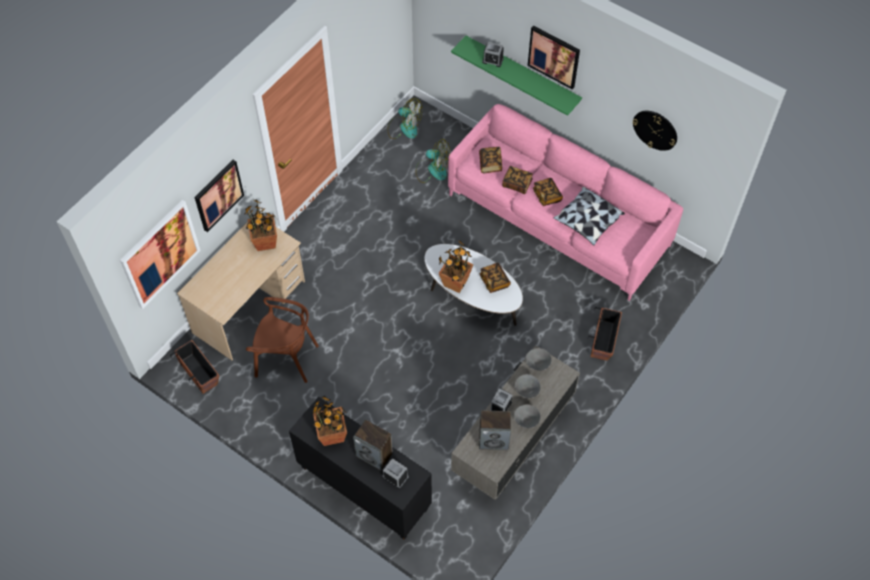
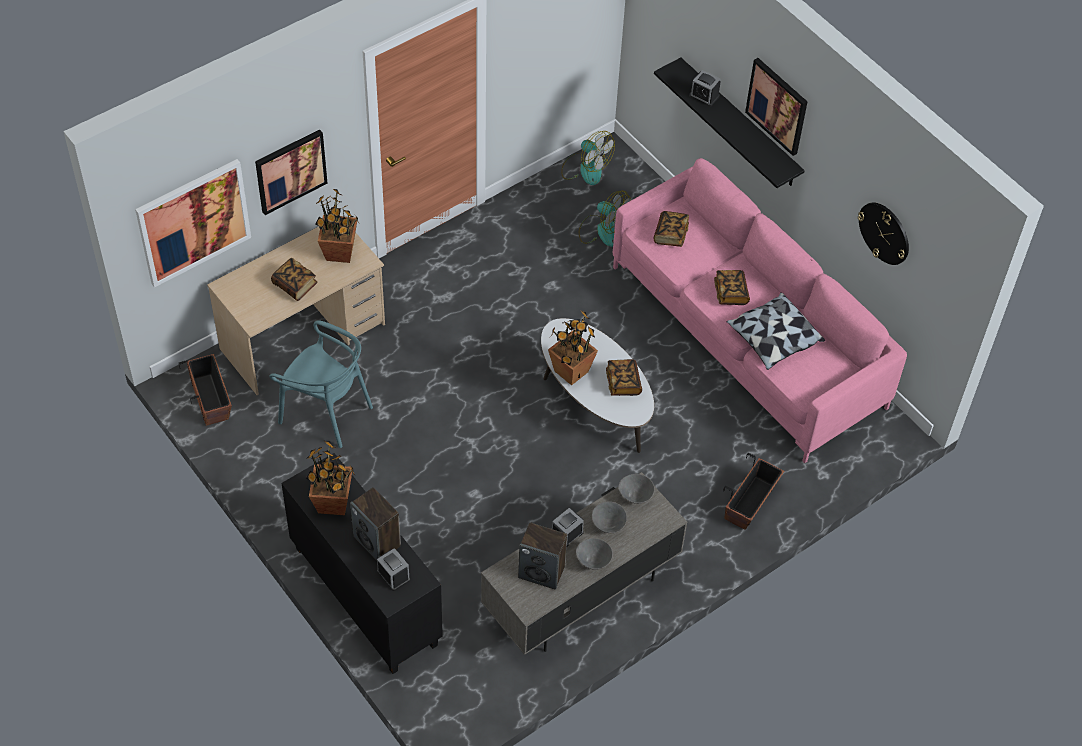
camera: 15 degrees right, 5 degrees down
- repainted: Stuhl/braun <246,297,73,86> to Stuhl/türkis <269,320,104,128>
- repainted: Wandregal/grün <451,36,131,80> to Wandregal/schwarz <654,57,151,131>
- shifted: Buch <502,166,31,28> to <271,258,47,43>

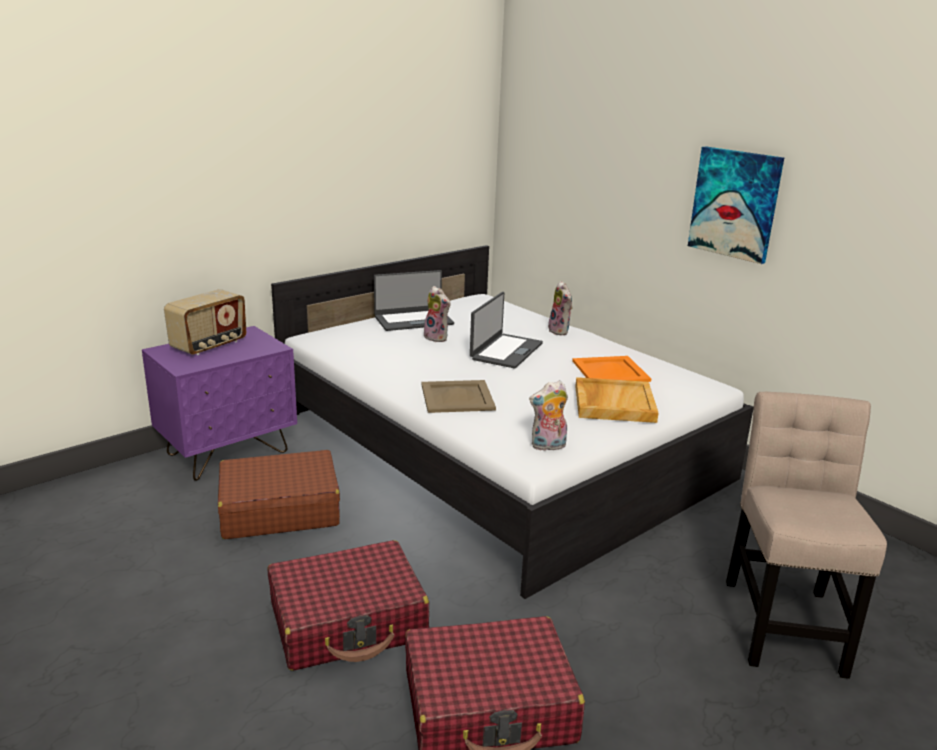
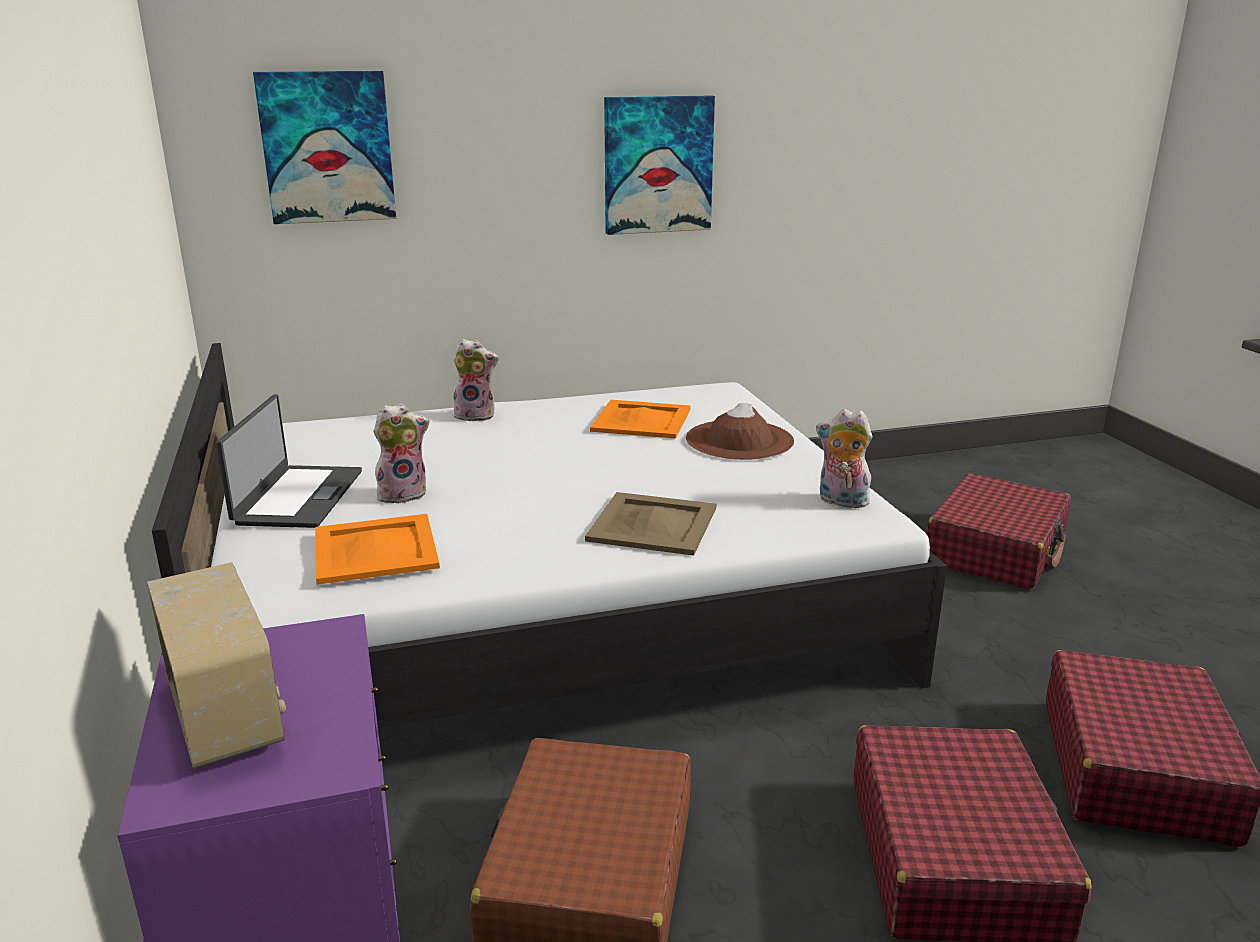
camera: 65 degrees left, 0 degrees up
- gone: Laptop <470,292,73,76>
- rotated: Plüschtier <529,380,39,71> = <816,409,56,99> 105 degrees clockwise
- swapped: Tablett/beige <575,377,84,46> to Hut/braun <686,403,108,57>
- swapped: Stuhl/beige <726,392,161,287> to Koffer/rot <927,473,144,117>
- new: Bild <253,71,143,153>
- new: Tablett/orange <315,514,125,71>

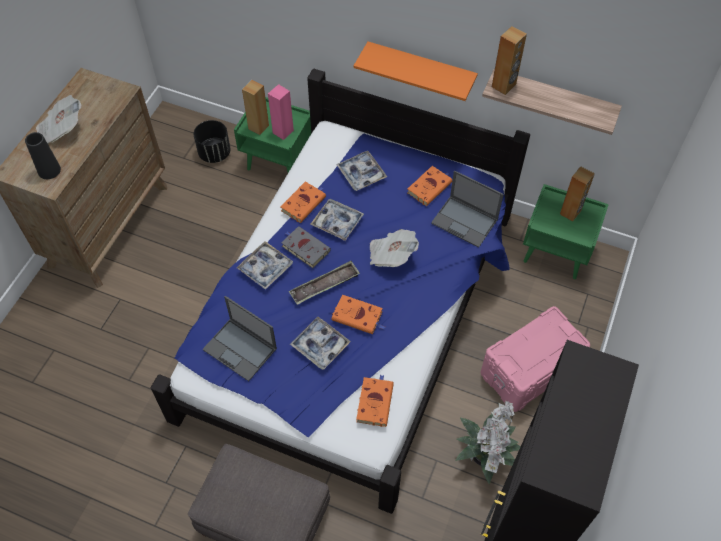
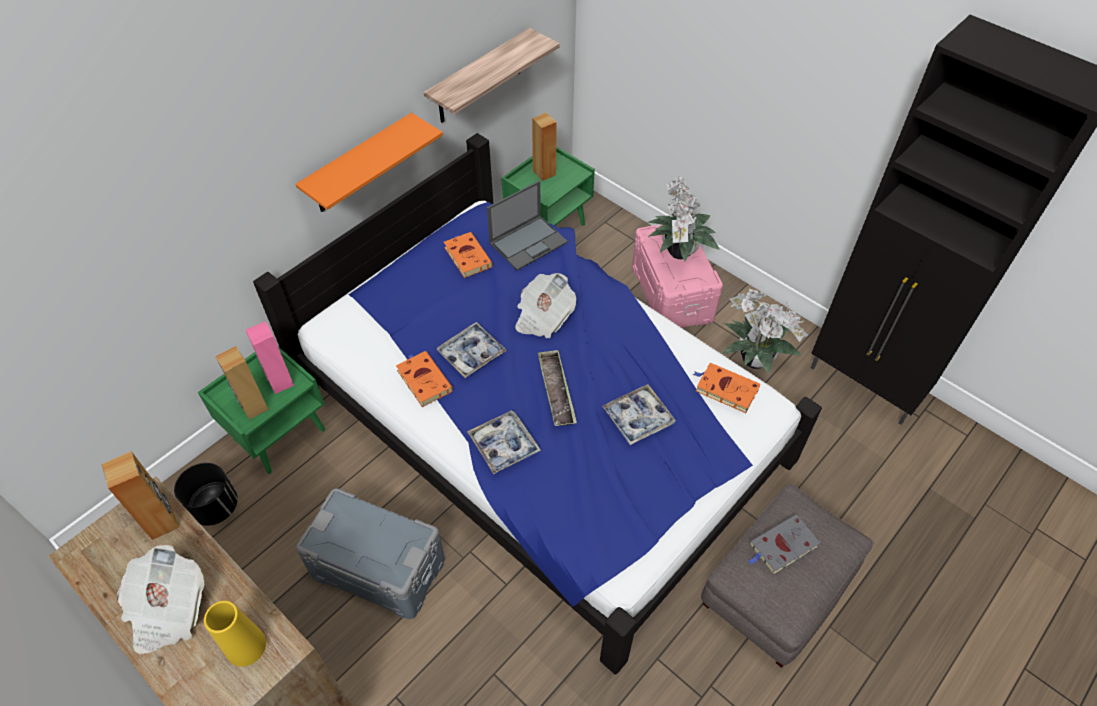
camera: 70 degrees left, 5 degrees down
- repainted: Vase/schwarz <25,132,36,47> to Vase/gelb <204,601,62,66>
- gone: Laptop <203,296,74,85>
- shifted: Buch/grau <281,226,50,42> to <748,514,73,61>
- gone: Buch/orange <331,295,54,39>
- gone: Tablett <336,151,51,40>
- shifted: Lautsprecher/braun <492,26,35,69> to <101,451,78,89>
- new: Aufbewahrungsbox/grau <296,488,149,131>
- new: Topfpflanze <647,176,73,86>

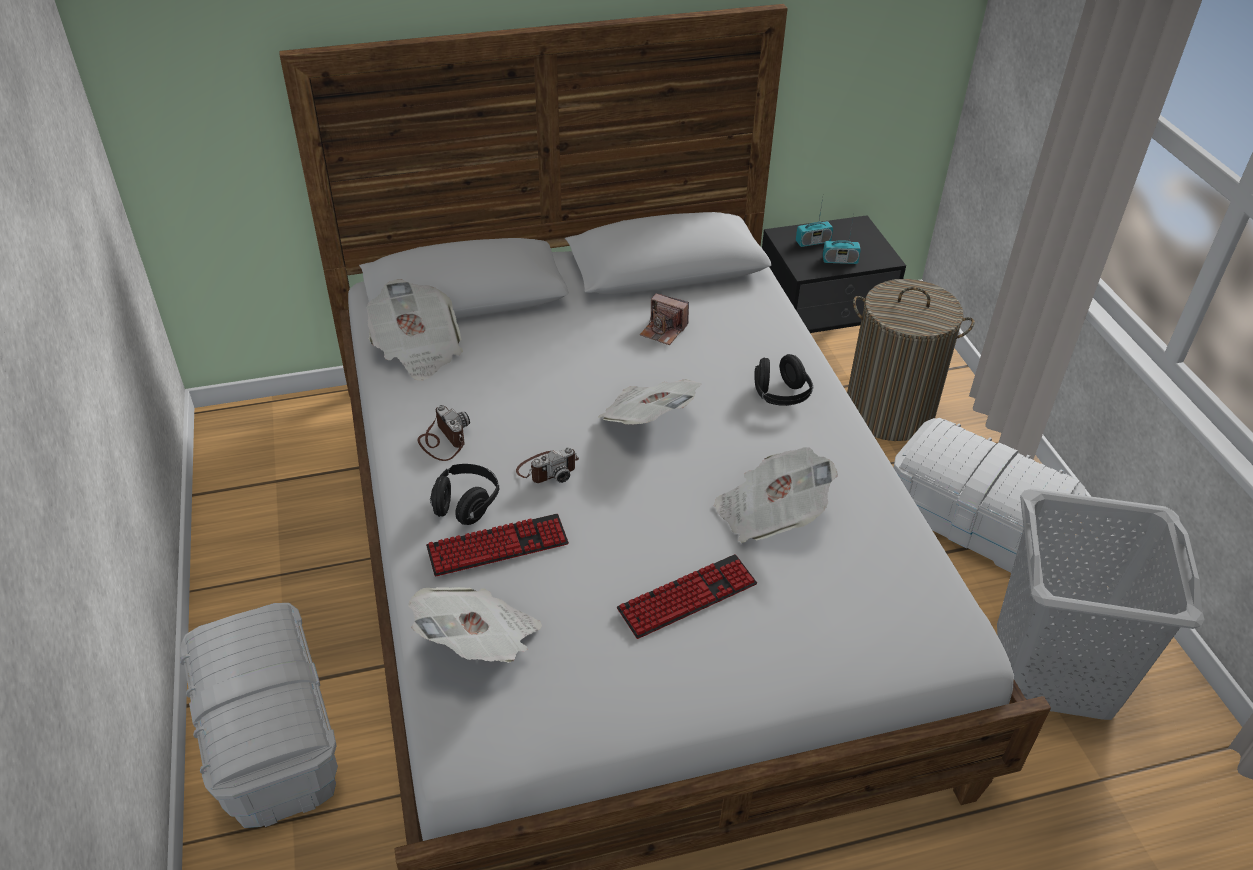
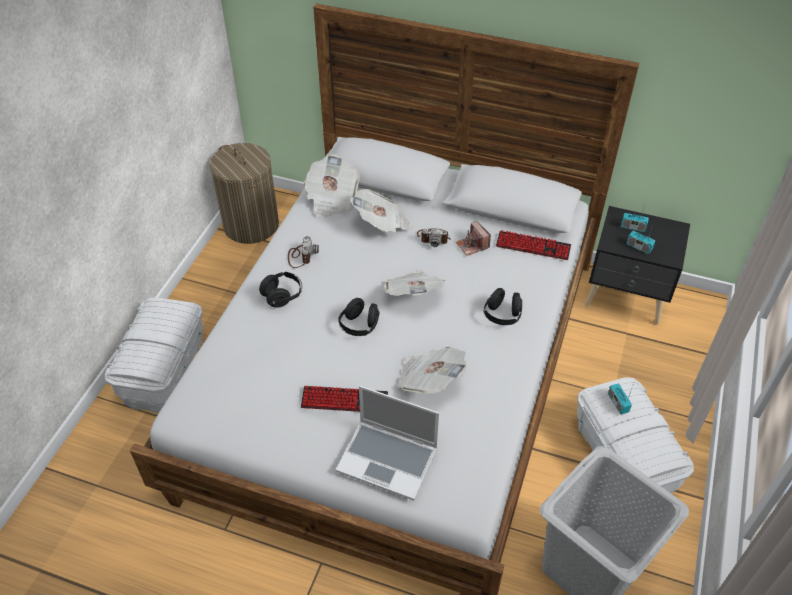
camera: 35 degrees right, 5 degrees up
- shifted: Zeitung <408,587,134,76> to <350,189,63,43>
- shifted: Tastatur <426,514,143,62> to <496,230,75,30>
- shifted: Kamera <516,447,63,36> to <417,228,34,19>
- shifted: Wäschekorb <847,279,127,162> to <210,143,69,101>
- new: Laptop <336,386,103,114>
- new: Kopfhörer/schwarz <338,298,42,38>
- new: Radio <608,383,26,32>

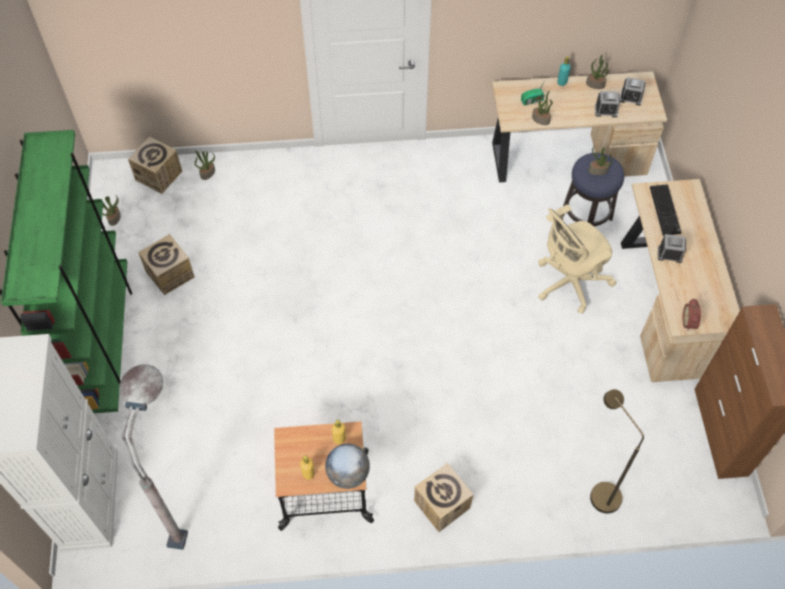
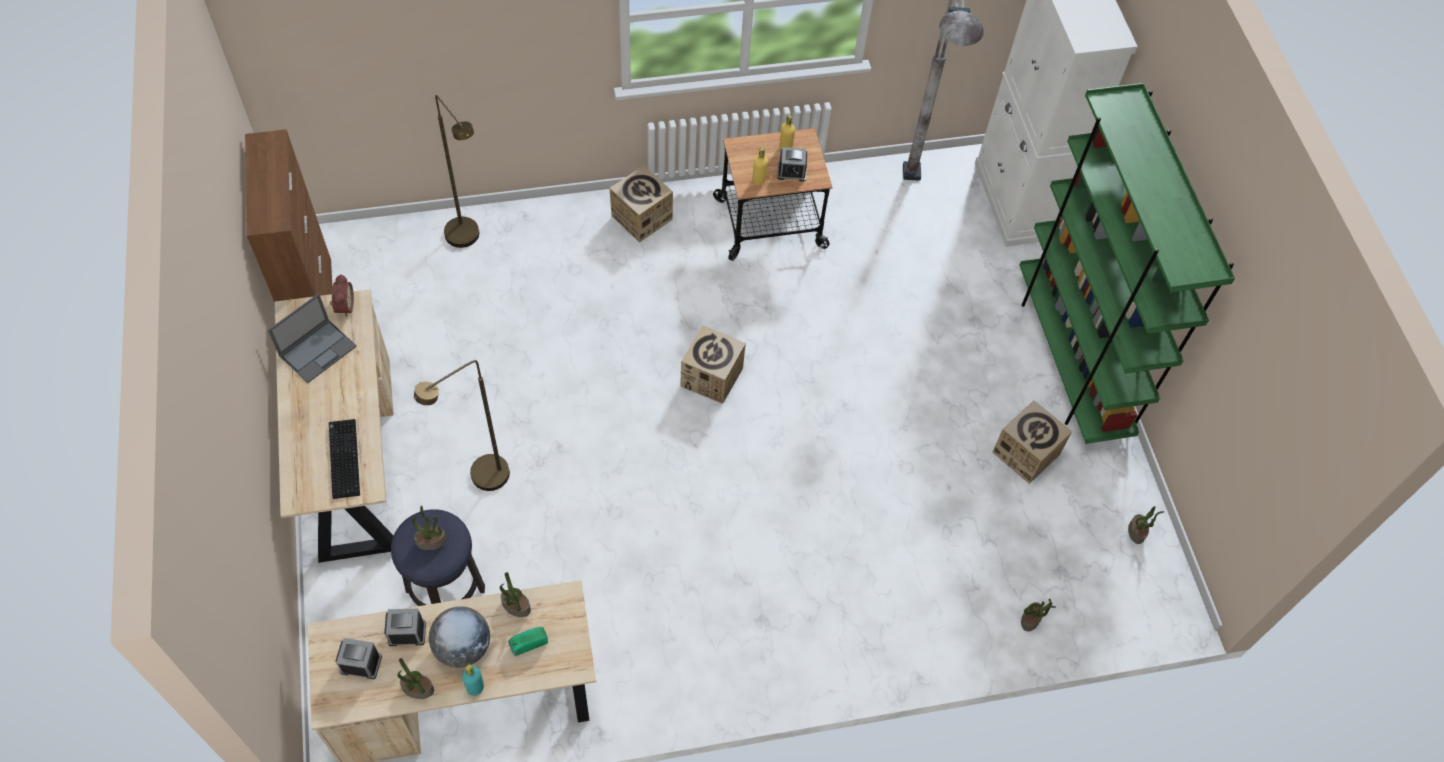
camera: 170 degrees right, 0 degrees up
- shifted: Karton <128,136,54,58> to <680,325,66,79>
- shifted: Globus <325,444,45,45> to <429,606,61,62>
- swapped: Bürostuhl/beige <538,204,78,110> to Stehlampe/braun <414,360,96,131>
- shifted: Wecker <658,234,28,29> to <777,147,30,35>
- new: Laptop <268,293,89,90>

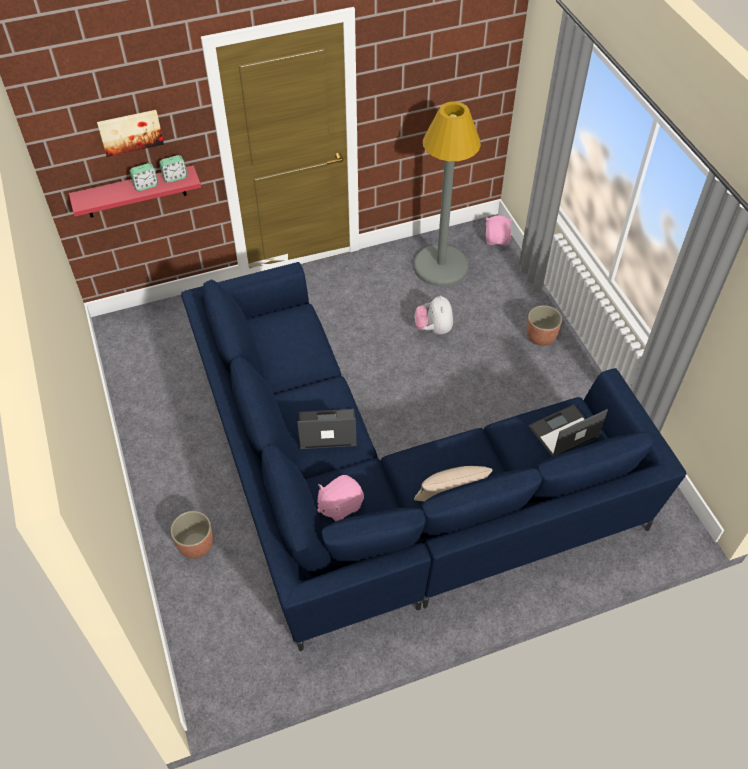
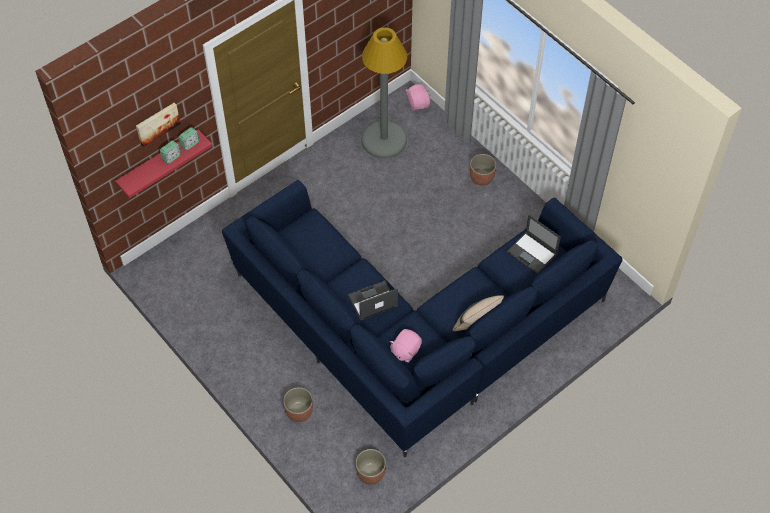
camera: 20 degrees left, 5 degrees up
- gone: Plüschtier <415,296,38,38>
- rotated: Laptop <528,404,80,53> = <507,215,54,59> 90 degrees counterclockwise
- new: Pflanzkübel <355,449,31,36>

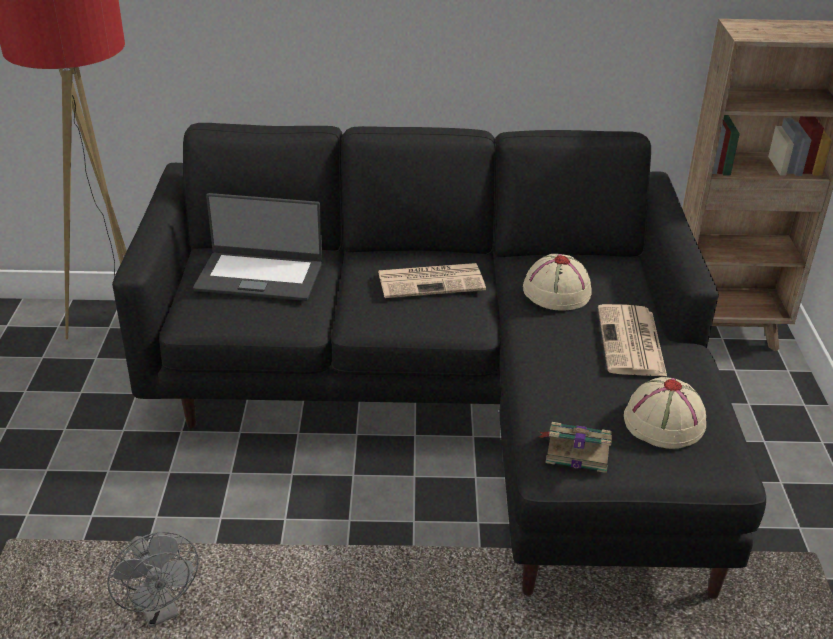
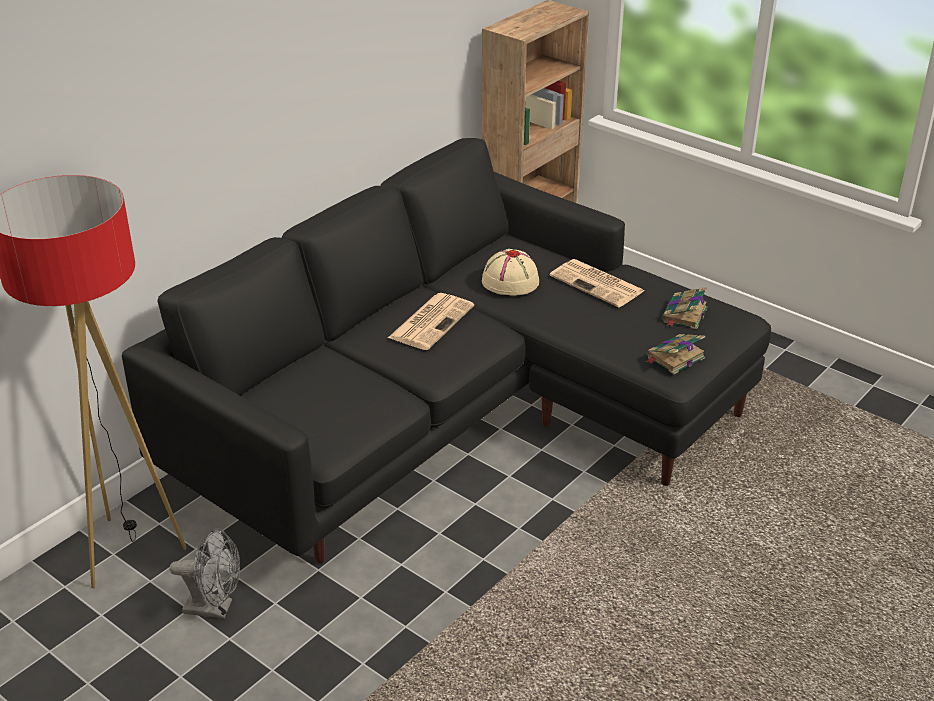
camera: 50 degrees left, 0 degrees up
- shifted: Ventilator/grau <107,532,91,95> to <170,528,70,91>
- gone: Laptop <193,193,129,108>
- swapped: Hut/beige <624,377,82,72> to Buch <662,287,46,43>

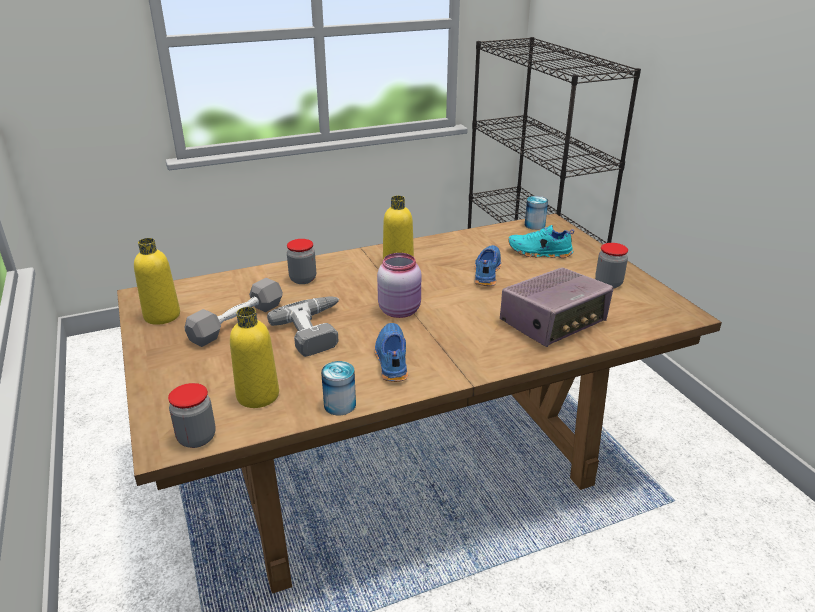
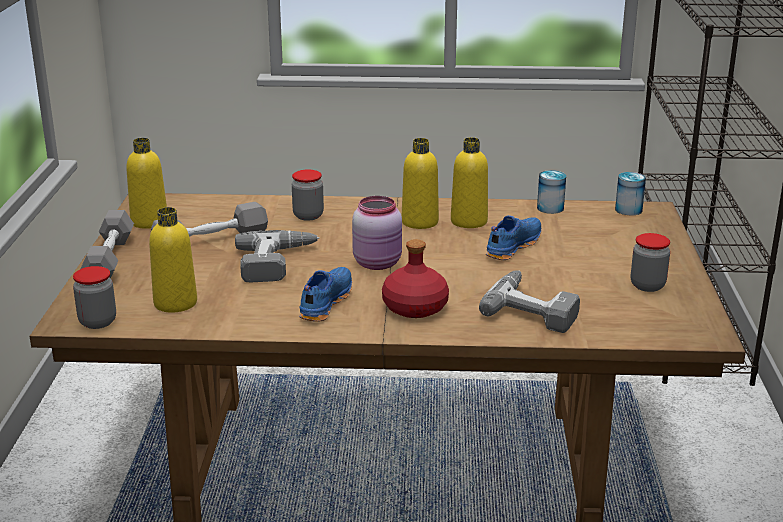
camera: 25 degrees right, 5 degrees down
- shifted: Dose <321,361,35,54> to <537,170,29,44>
- swapped: Radio <500,267,113,80> to Bohrmaschine <479,270,101,63>
- gone: Schuh/türkis <508,225,66,33>
- new: Hantel/grau <80,210,54,68>
- new: Flasche/rot <382,239,67,79>
- new: Flasche/gelb <451,137,37,91>

